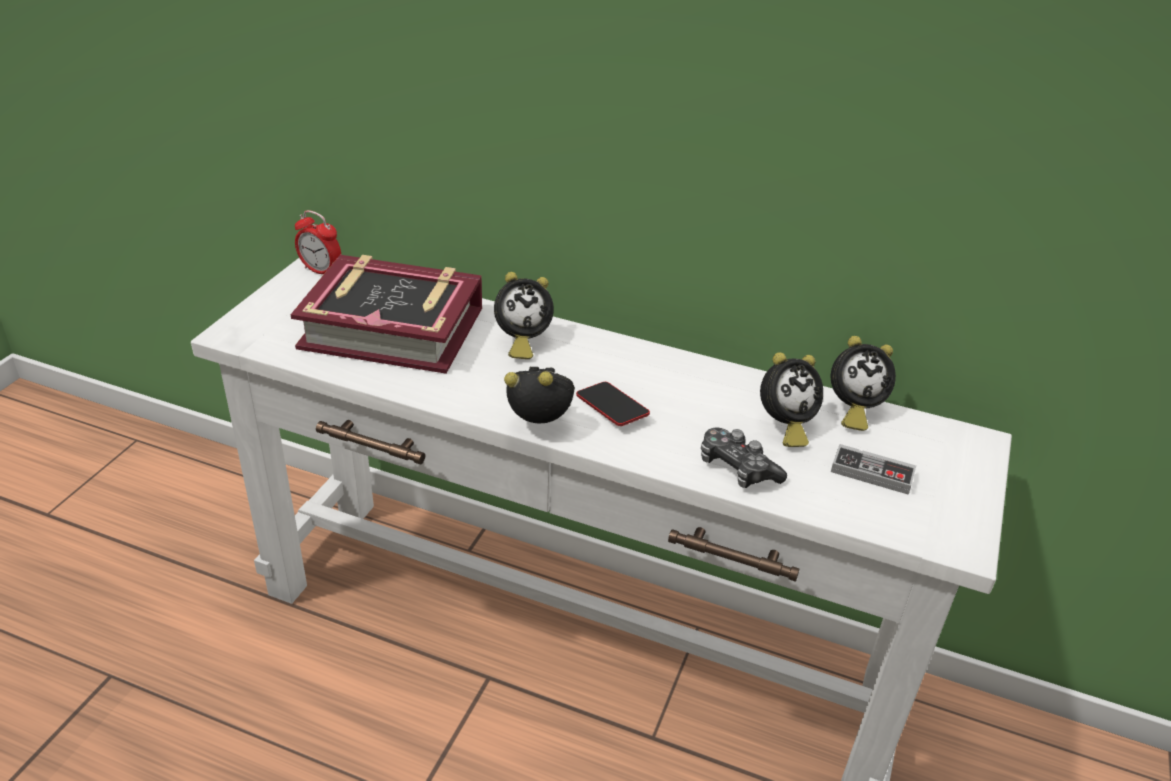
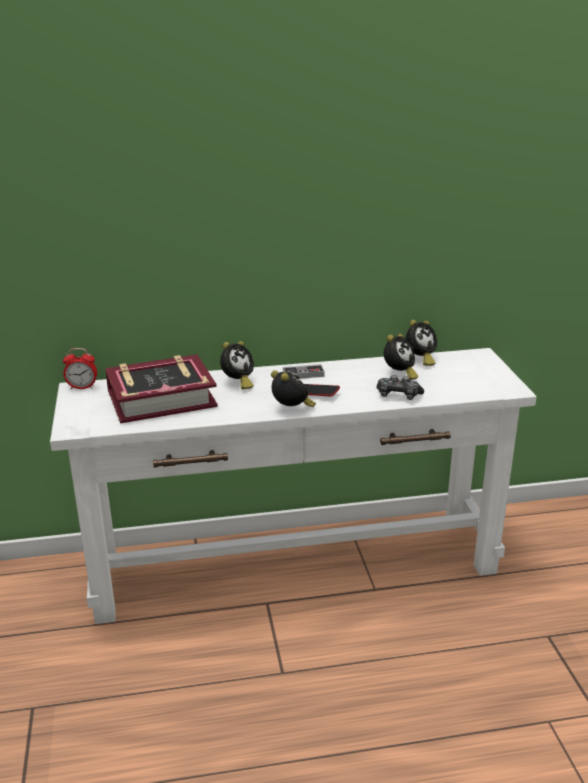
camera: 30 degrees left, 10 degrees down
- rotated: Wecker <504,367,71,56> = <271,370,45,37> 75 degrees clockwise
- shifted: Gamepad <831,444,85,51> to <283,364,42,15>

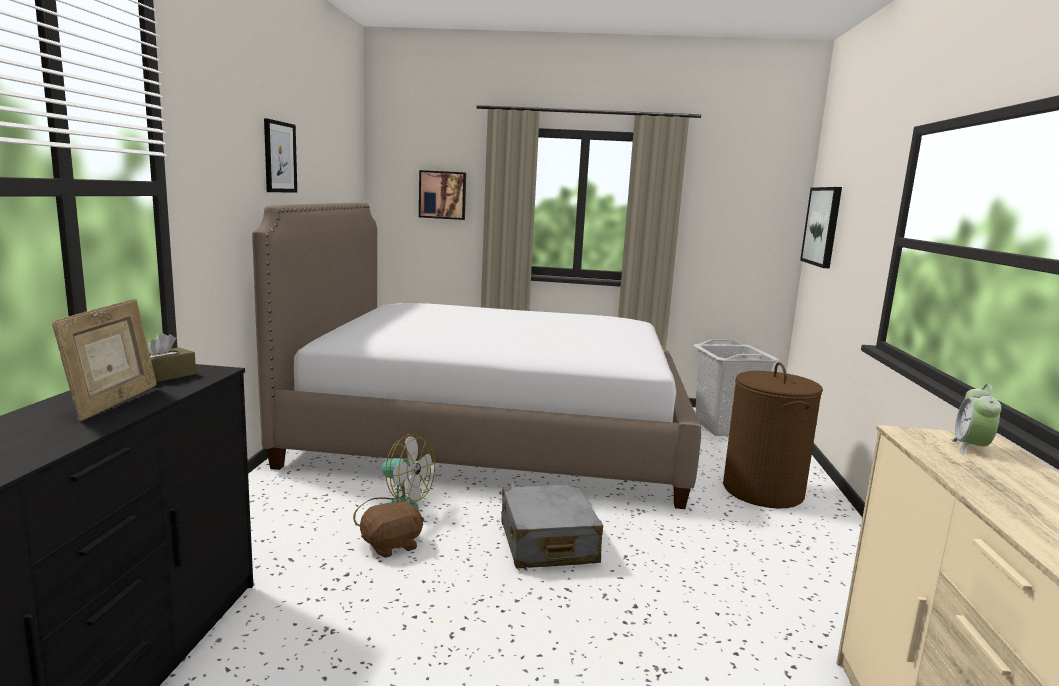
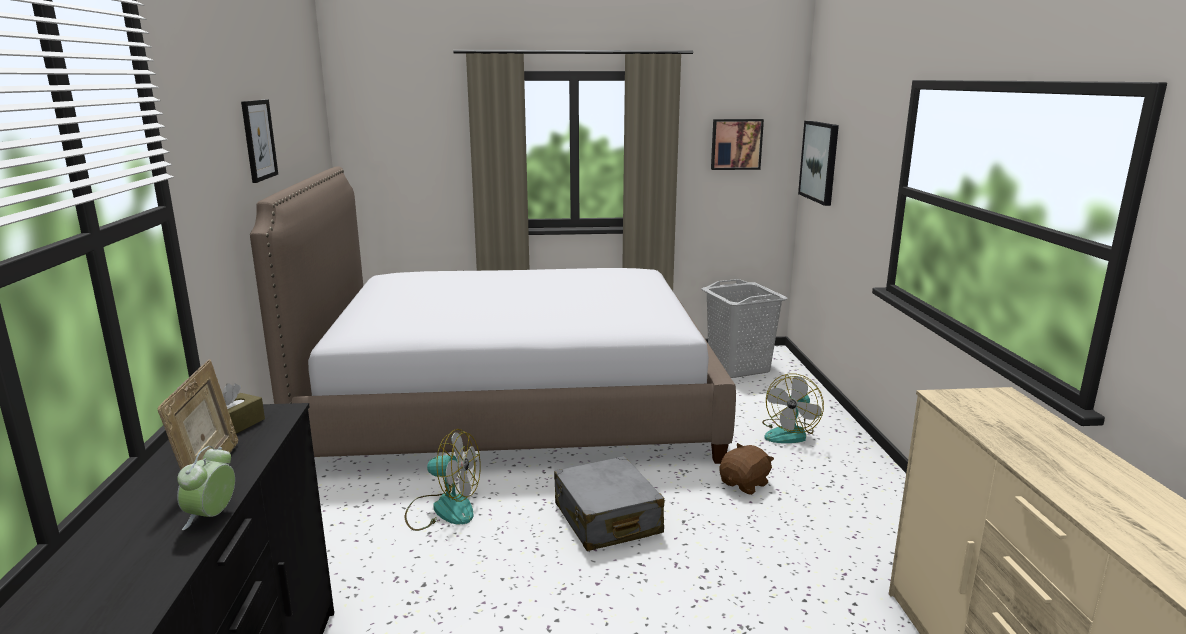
camera: 10 degrees left, 5 degrees up
- shifted: Plüschtier/braun <360,498,64,60> to <720,443,54,52>
- shifted: Bild <419,170,47,50> to <711,119,53,51>
- swapped: Wäschekorb/braun <723,362,100,146> to Ventilator <762,374,62,69>
- shifted: Wecker <951,384,51,70> to <177,446,58,84>

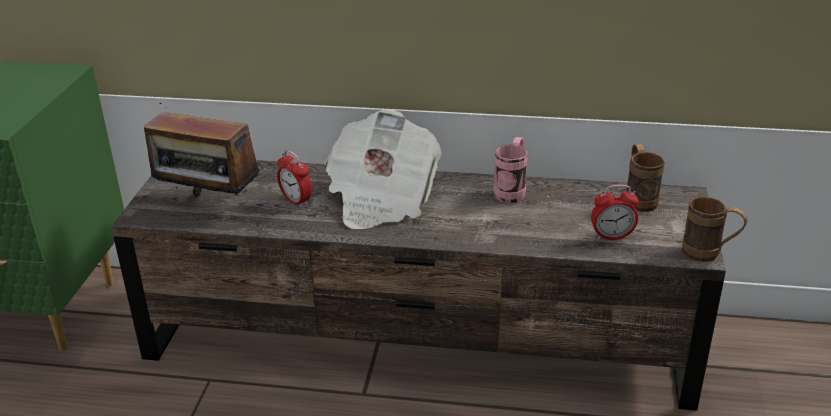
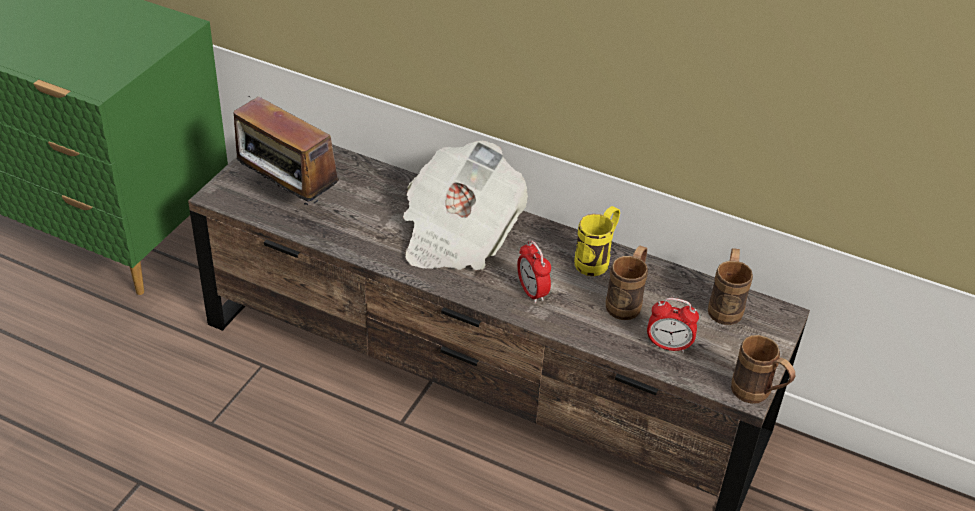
camera: 15 degrees right, 10 degrees up
- shifted: Wecker <277,150,35,58> to <517,241,34,62>
- repainted: Henkelbecher/rosa <494,137,34,66> to Henkelbecher/gelb <574,206,46,70>
- new: Henkelbecher/braun <606,246,42,74>

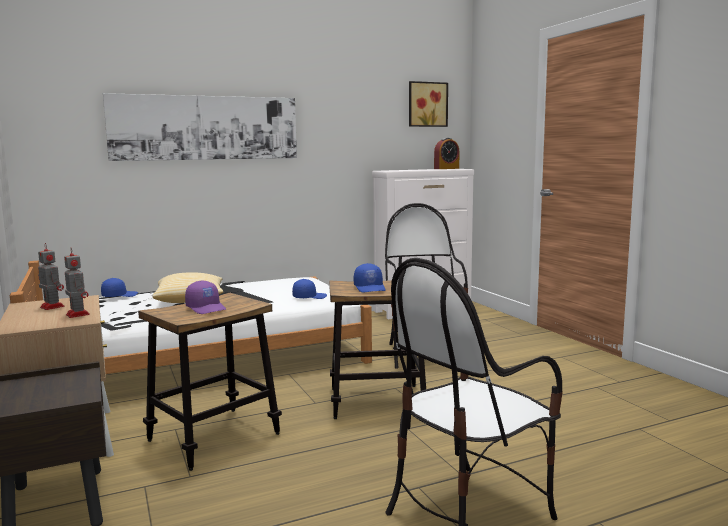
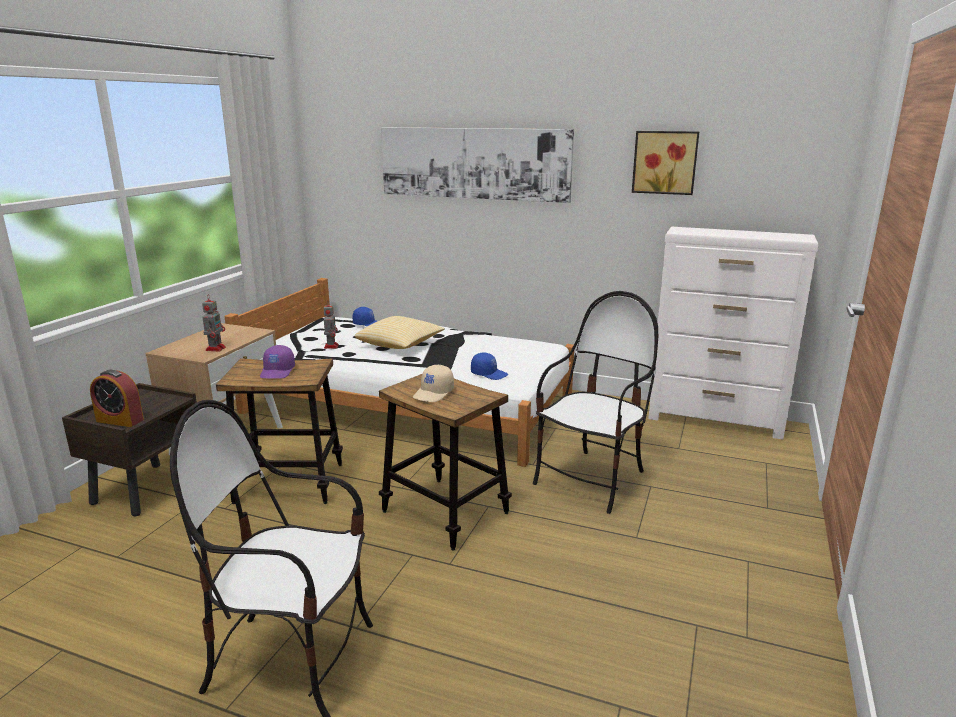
camera: 45 degrees right, 10 degrees up
- shifted: Spielzeugroboter <38,243,26,67> to <324,305,15,44>
- repainted: Kappe/blau <354,263,32,29> to Kappe/beige <413,365,41,37>
- shifted: Bild <409,81,39,46> to <632,131,67,64>
- shifted: Wecker <434,138,25,31> to <90,370,54,57>

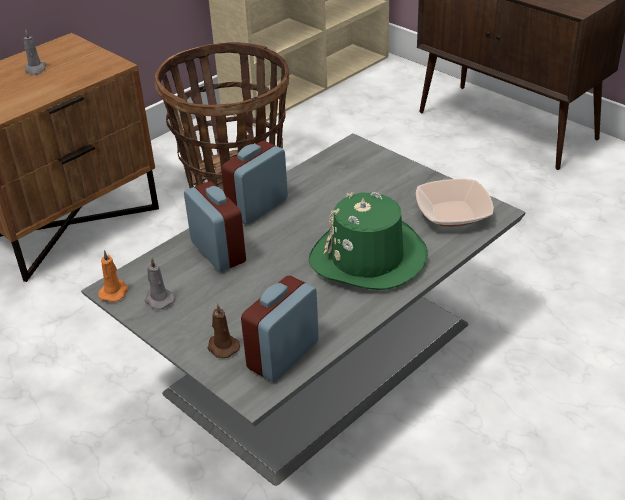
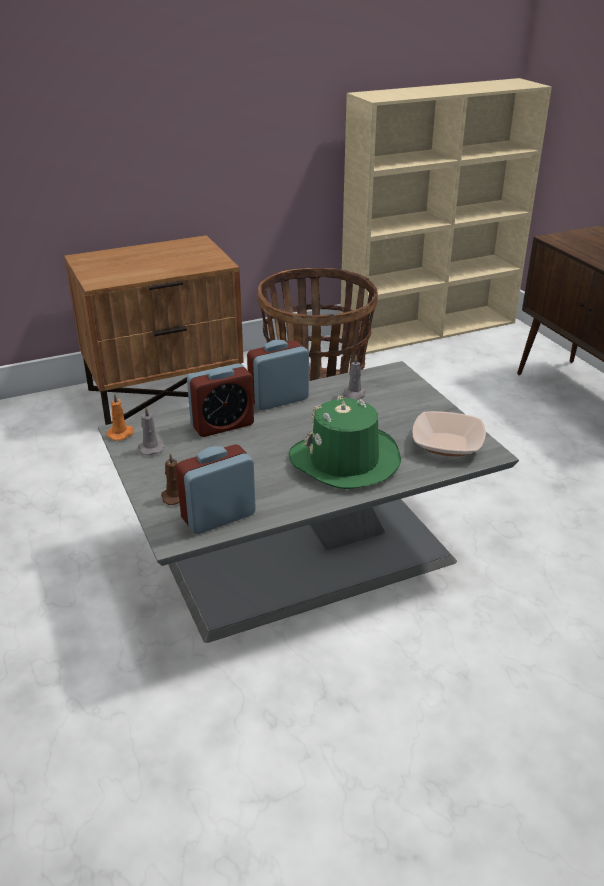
camera: 20 degrees right, 5 degrees down
- shifted: Kerze/grau <23,30,23,45> to <344,355,22,45>
- rotated: Wecker <184,182,62,90> = <187,363,67,74> 75 degrees clockwise

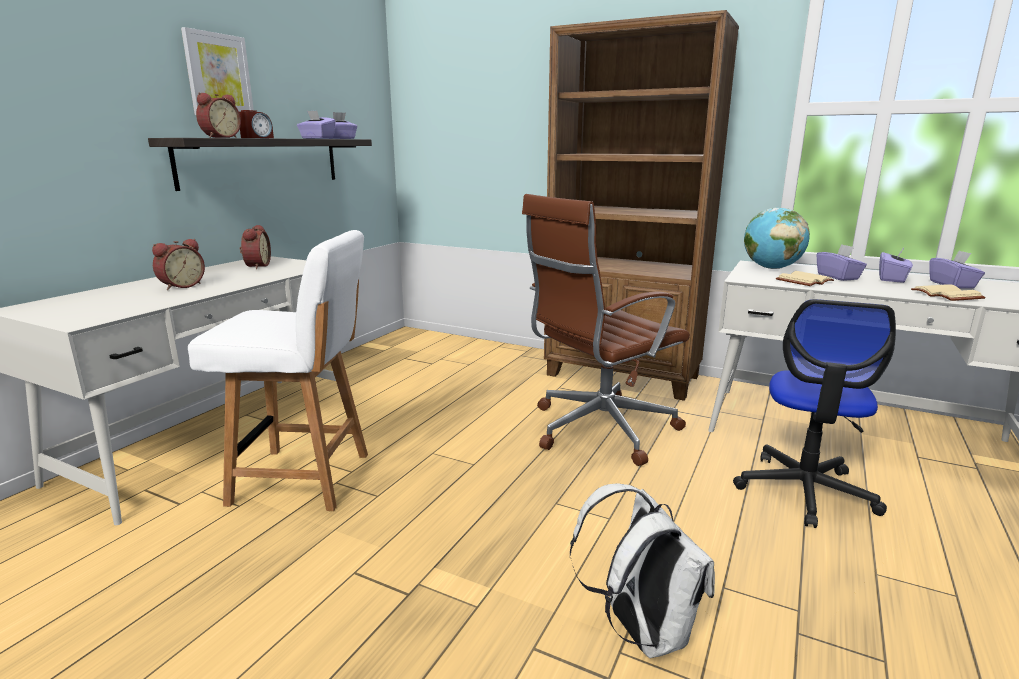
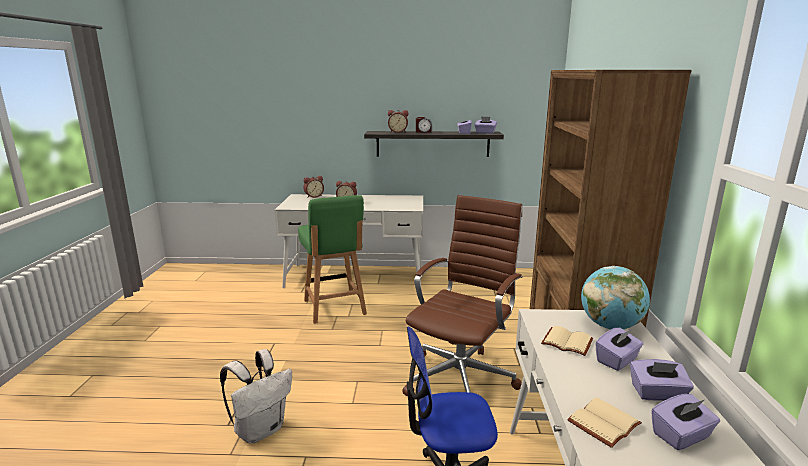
camera: 65 degrees right, 0 degrees up
- gone: Bild <181,27,73,88>
- repainted: Stuhl/weiß <188,230,180,281> to Stuhl/grün <298,195,69,129>
- shifted: Wecker <239,225,32,44> to <303,176,21,22>
- rotated: Bürostuhl/braun <522,194,168,272> = <402,195,120,201> 90 degrees clockwise

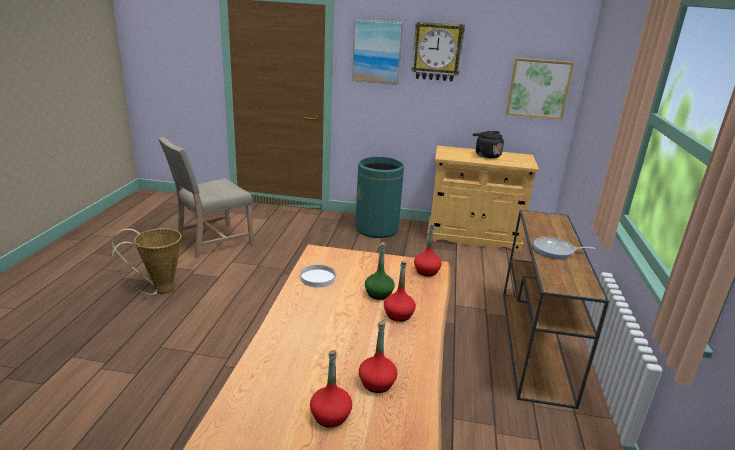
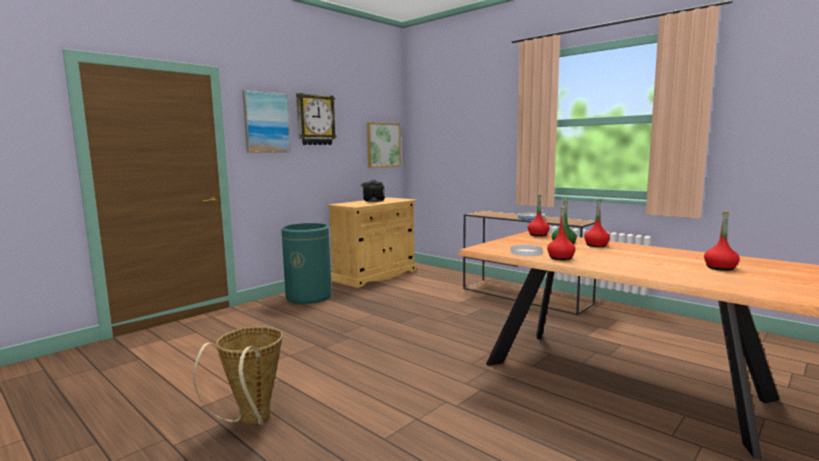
camera: 55 degrees left, 15 degrees down
- gone: Stuhl/beige <158,137,96,121>
- shifted: Flasche/rot <359,320,39,73> to <547,207,29,53>

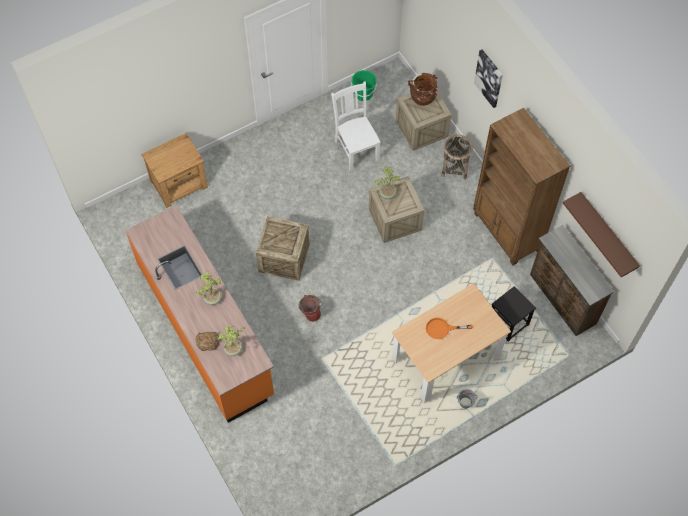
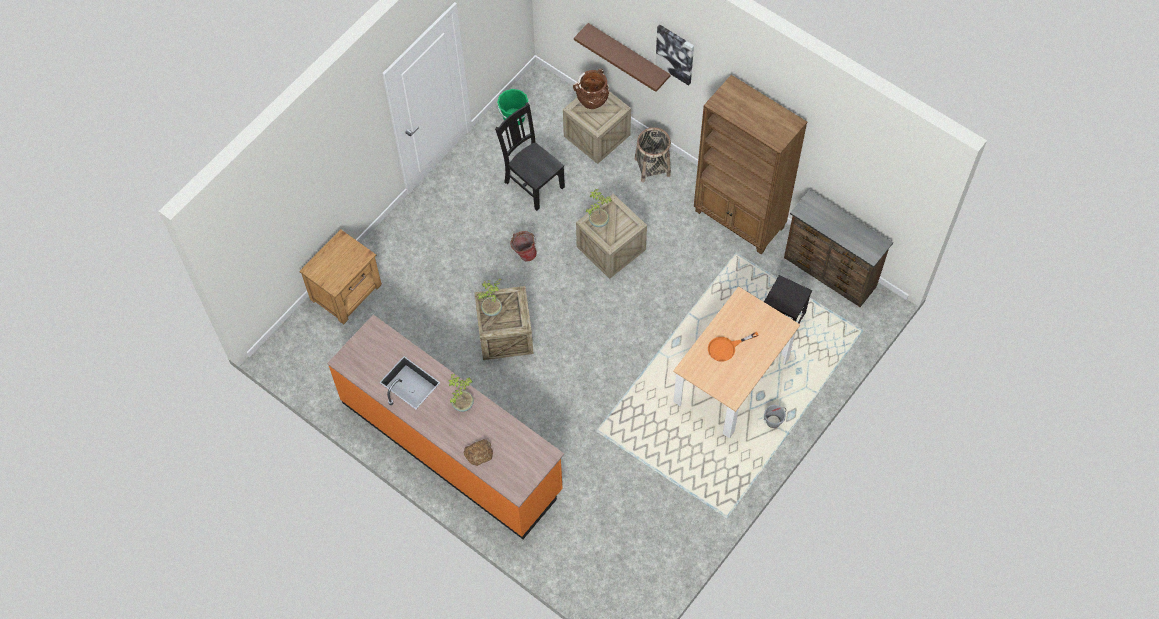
camera: 20 degrees left, 0 degrees up
- shifted: Topfpflanze <218,325,26,31> to <477,279,25,37>
- shifted: Eimer <299,295,22,27> to <510,231,27,30>
- repainted: Stuhl/weiß <331,81,50,90> to Stuhl/schwarz <495,102,70,109>
- shifted: Wandregal/braun <563,192,77,85> to <574,23,96,69>

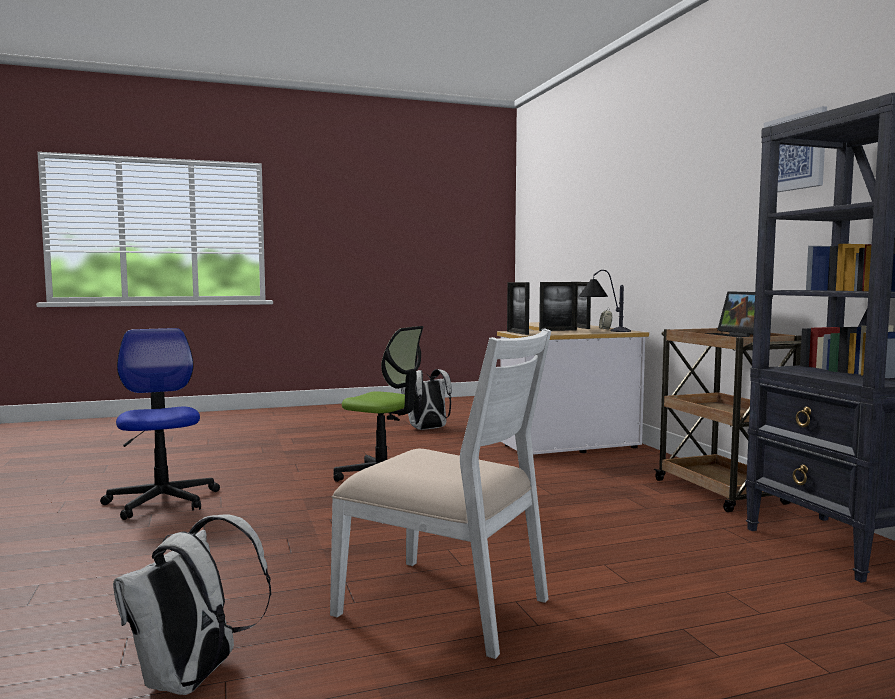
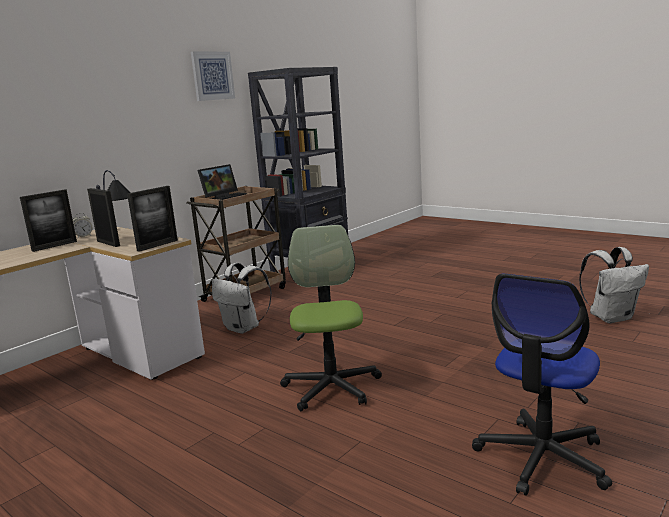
camera: 120 degrees left, 10 degrees up
- gone: Stuhl/weiß <330,328,221,331>
- shifted: Rucksack/weiß <401,369,51,61> to <212,263,60,71>

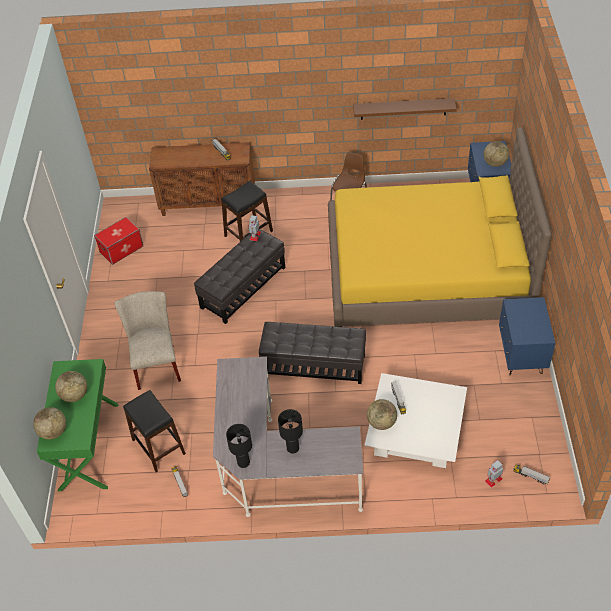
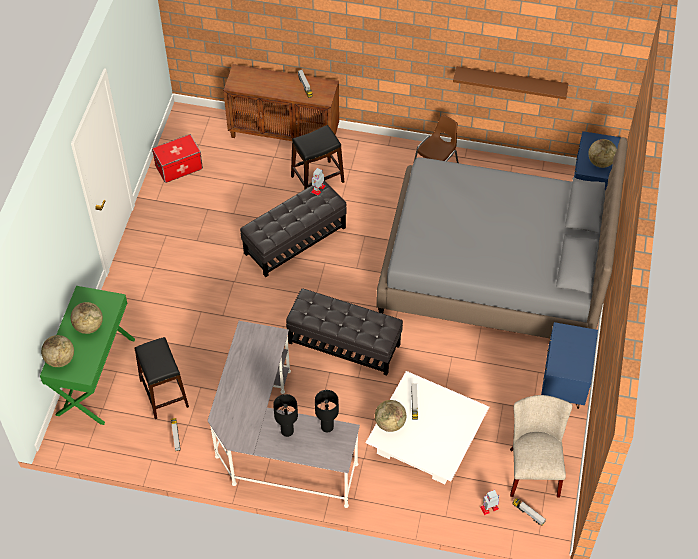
camera: 10 degrees right, 5 degrees up
- shifted: Stuhl/beige <114,291,67,99> to <510,395,62,103>
- shifted: Tischlampe/schwarz <226,424,26,44> to <315,390,24,42>
- repainted: Bett/gelb <328,127,224,200> to Bett/grau <376,137,252,201>

